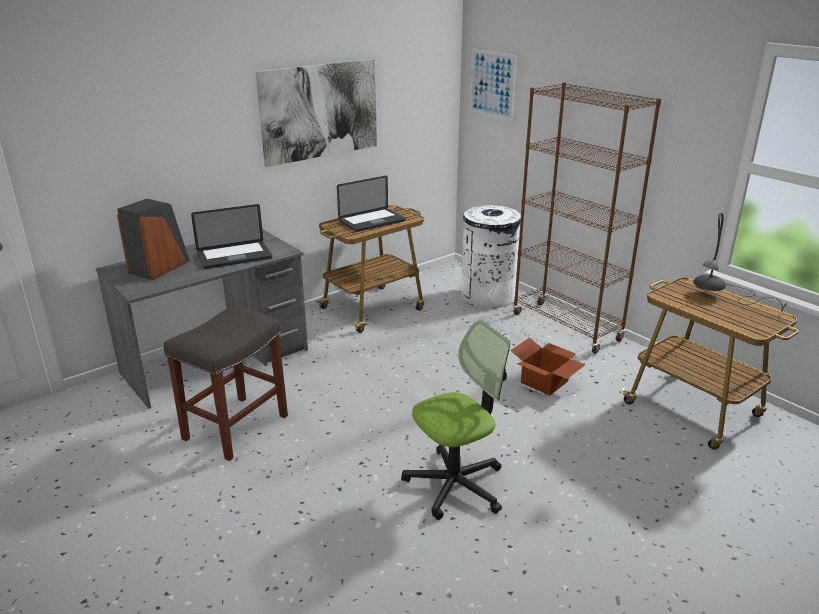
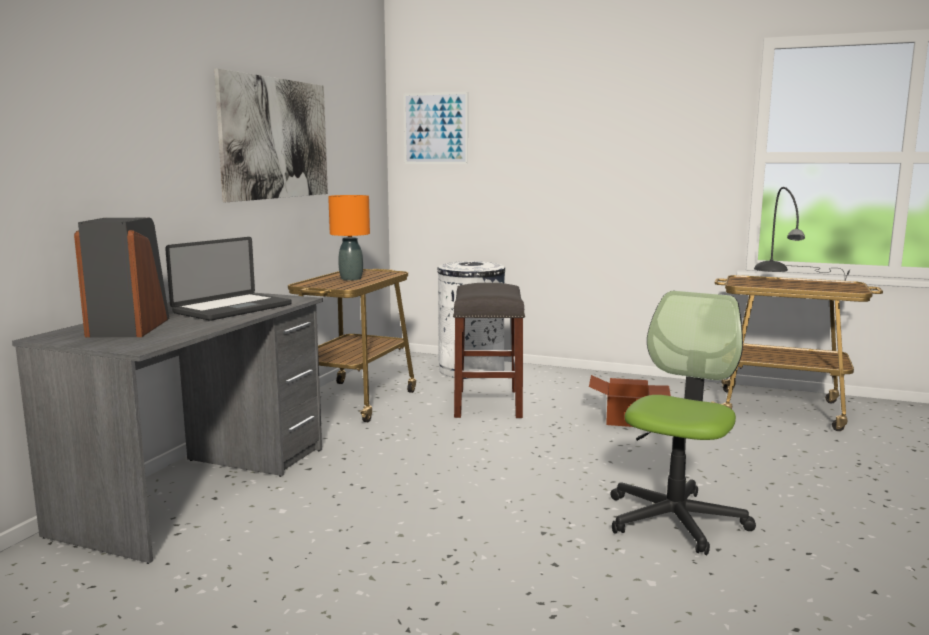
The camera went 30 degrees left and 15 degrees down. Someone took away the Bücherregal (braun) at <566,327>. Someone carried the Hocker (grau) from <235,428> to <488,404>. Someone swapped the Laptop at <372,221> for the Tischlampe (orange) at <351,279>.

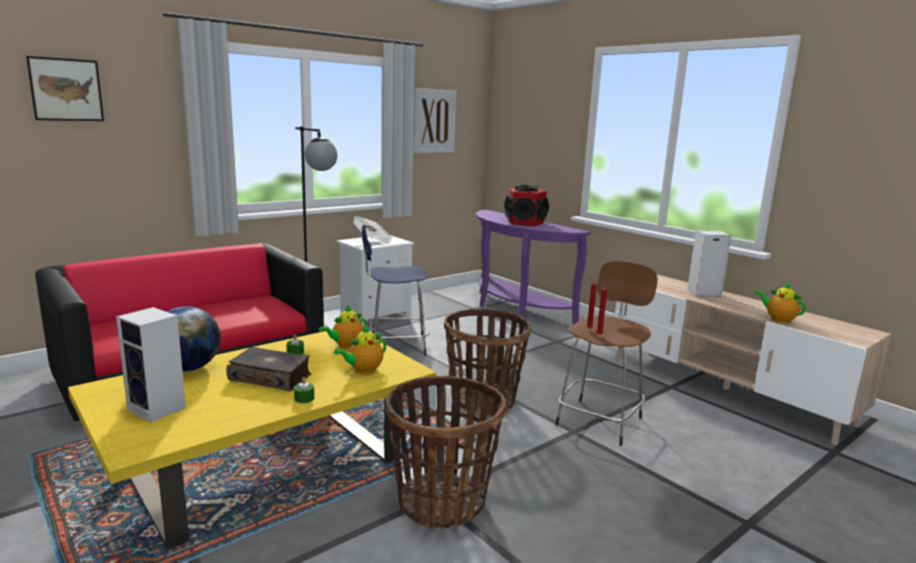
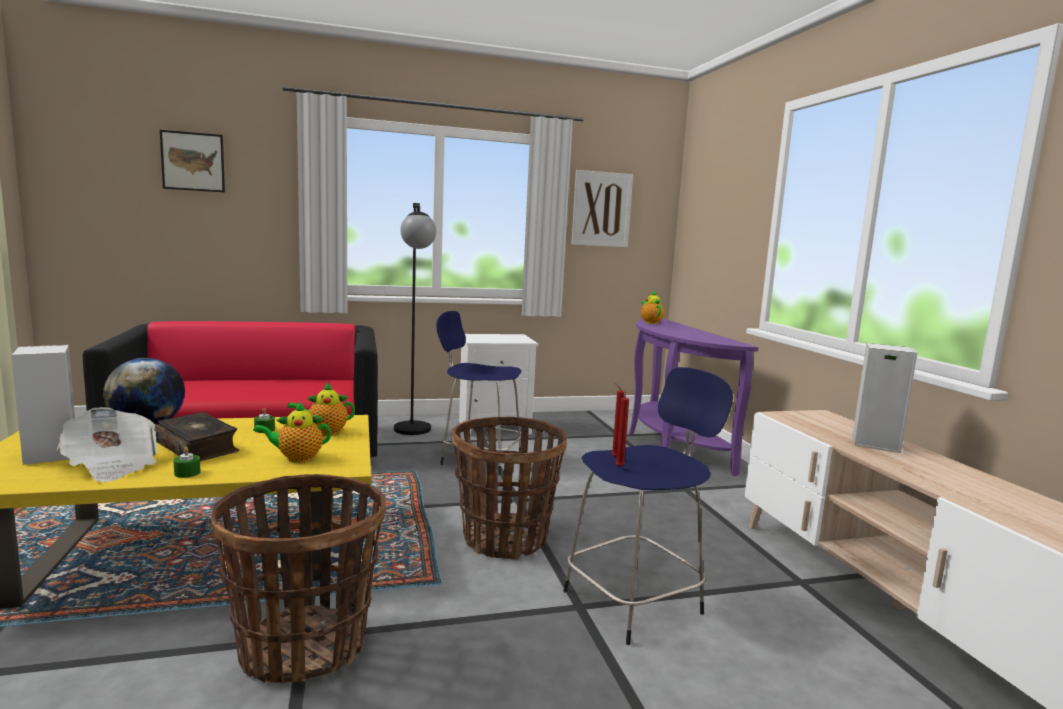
The camera went 25 degrees right and 5 degrees down. Someone took away the Lautsprecher at <525,222>. Someone carried the Zeitung from <373,241> to <111,466>. Someone carried the Teekanne from <778,319> to <650,322>. Someone repainted the Hocker (braun) at <600,420>, which became the Hocker (blau) at <636,601>.

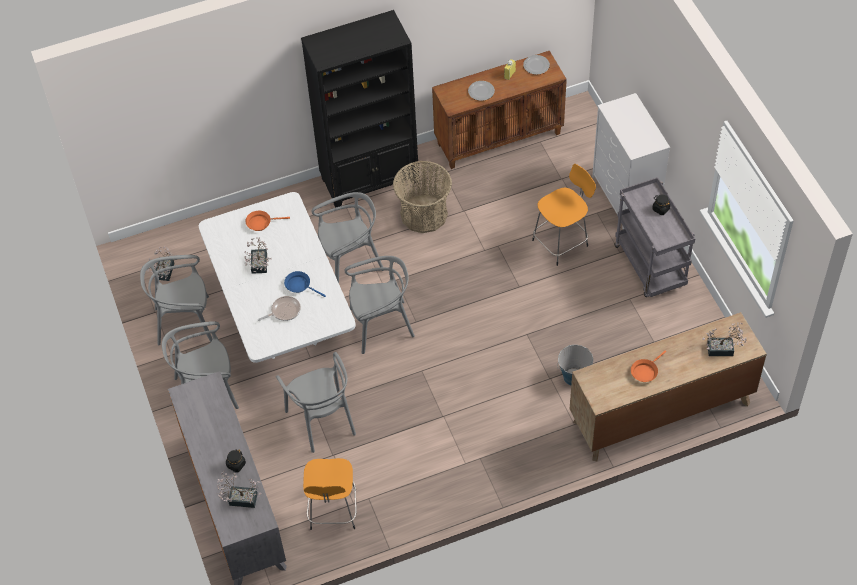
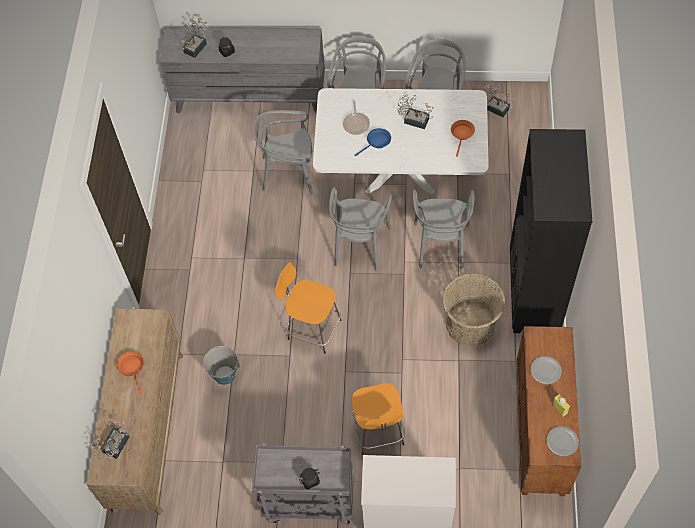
The camera went 115 degrees right and 5 degrees up. Someone carried the Hocker (orange) from <333,511> to <312,328>.

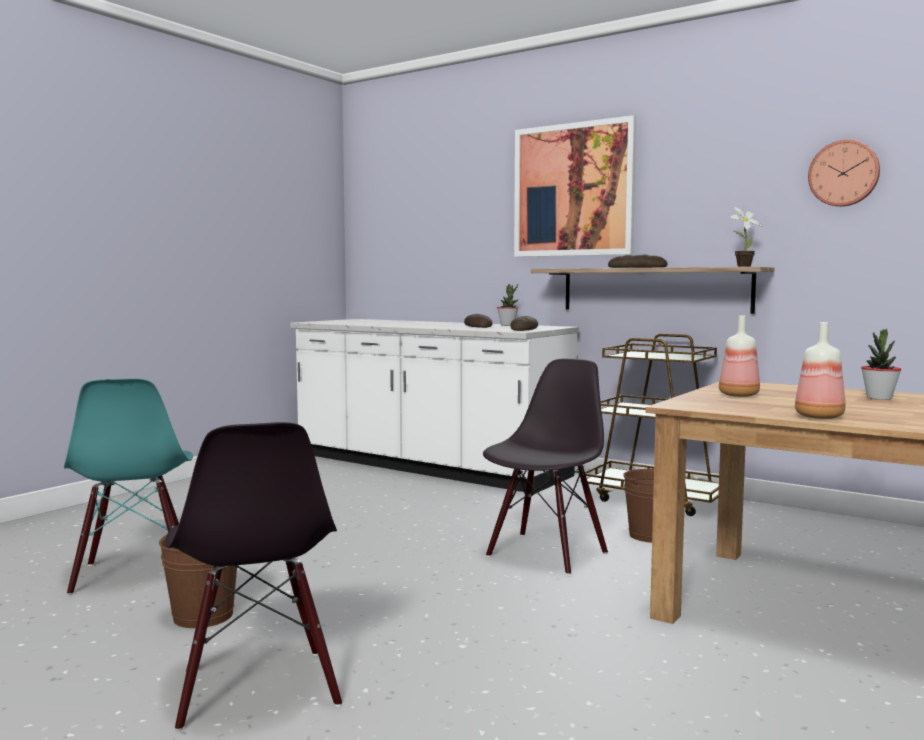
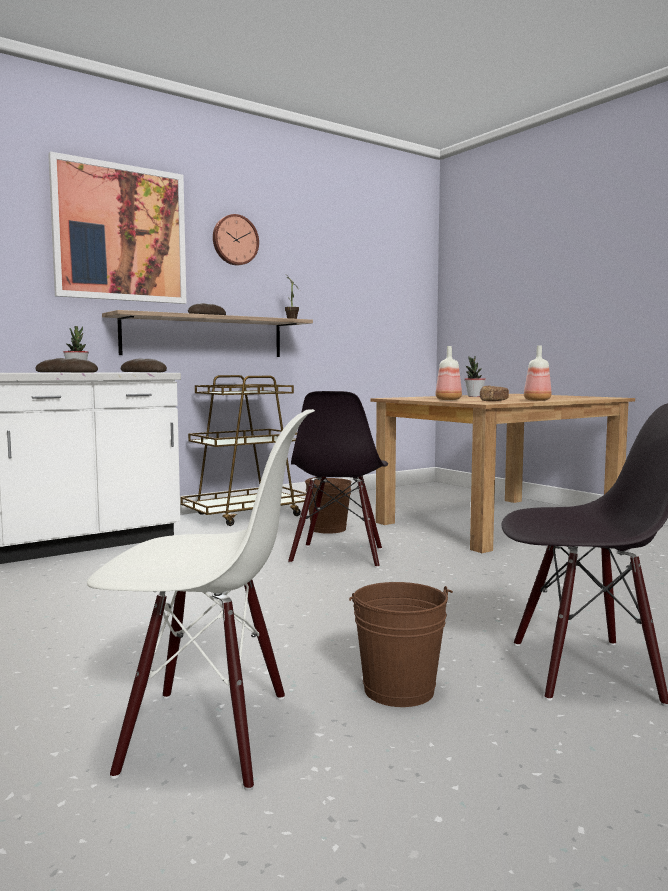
The camera went 70 degrees left and 0 degrees up. Someone put down the Brot at <493,401>. Someone carried the Wanduhr from <844,173> to <234,240>. Someone repainted the Stuhl (türkis) at <134,574>, which became the Stuhl (weiß) at <206,735>. Someone rotated the Stuhl (schwarz) at <545,553> by 135 degrees counterclockwise.

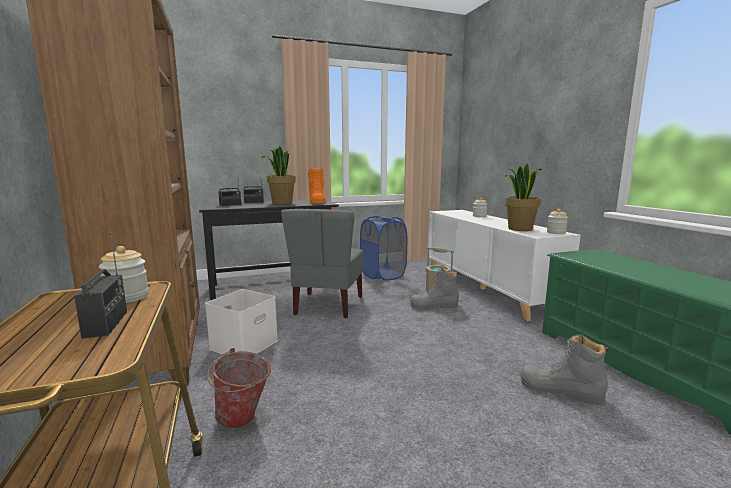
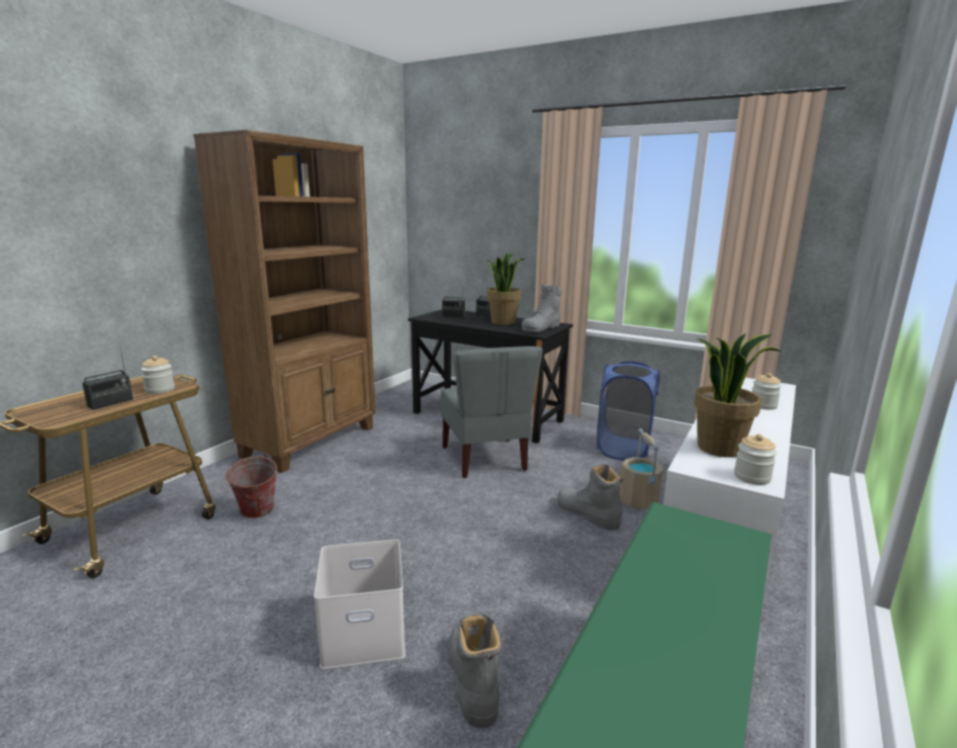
The camera went 50 degrees right and 5 degrees up. Someone carried the Aufbewahrungsbox (weiß) from <244,345> to <362,634>. Someone repainted the Stiefel (orange) at <317,201>, which became the Stiefel (grau) at <541,328>. Someone rotated the Stuhl (grau) at <328,305> by 75 degrees counterclockwise.

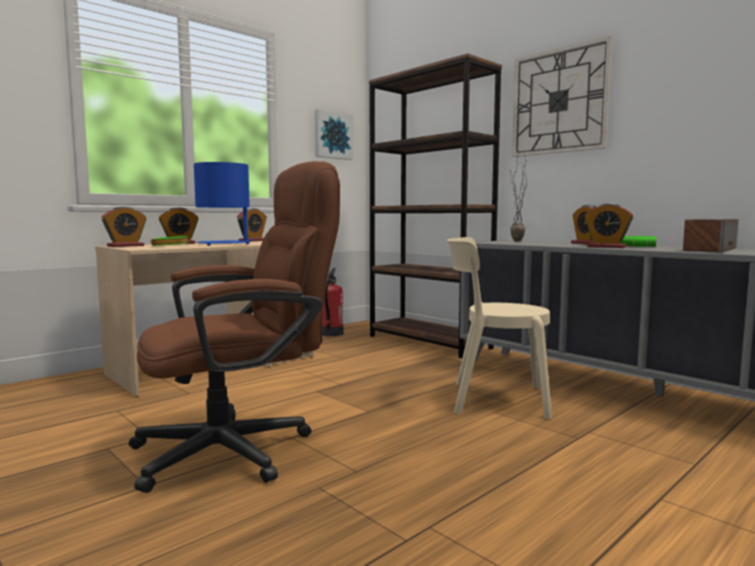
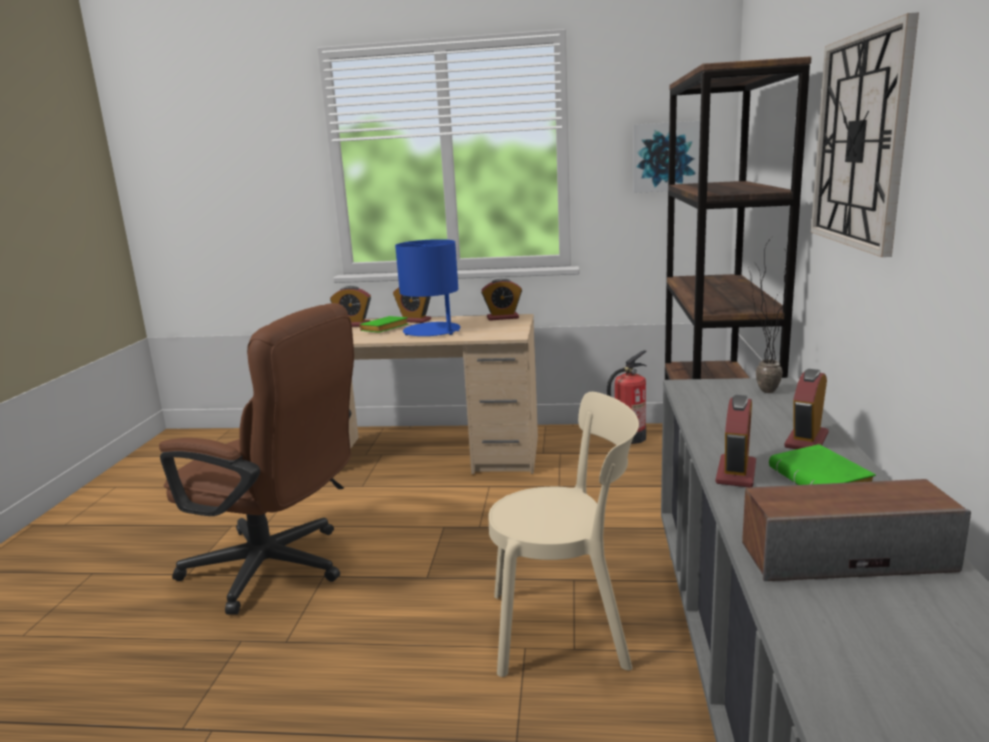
The camera went 50 degrees right and 10 degrees up. Someone rotated the Stuhl (beige) at <493,399> by 120 degrees clockwise. Someone rotated the Wecker at <606,247> by 150 degrees counterclockwise.

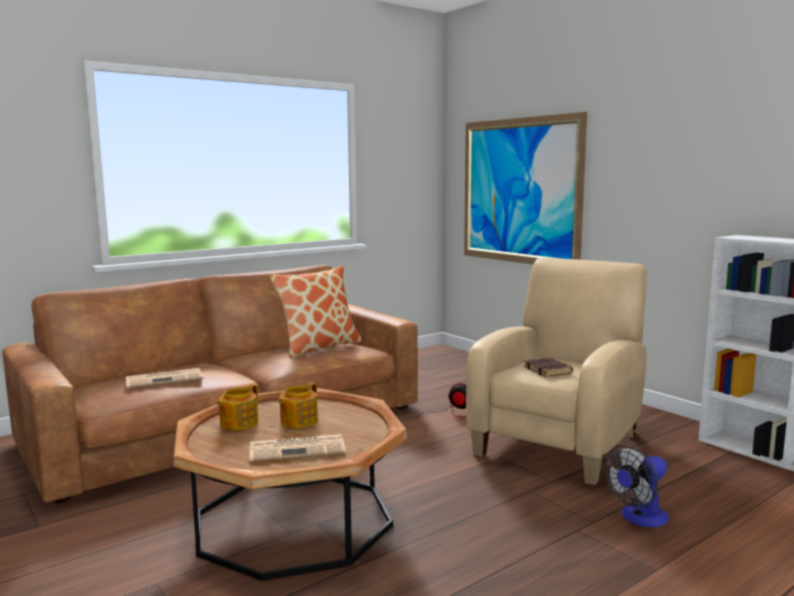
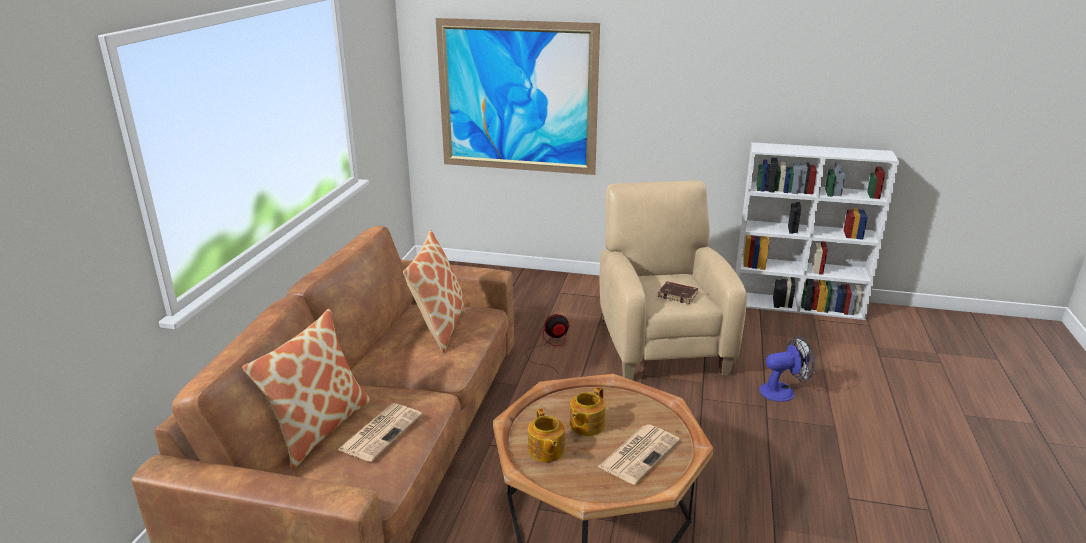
The camera went 40 degrees left and 15 degrees up. Someone put down the Kissen at <318,428>. Someone rotated the Teekanne at <298,421> by 45 degrees clockwise. Someone rotated the Ventilator at <639,518> by 120 degrees counterclockwise.

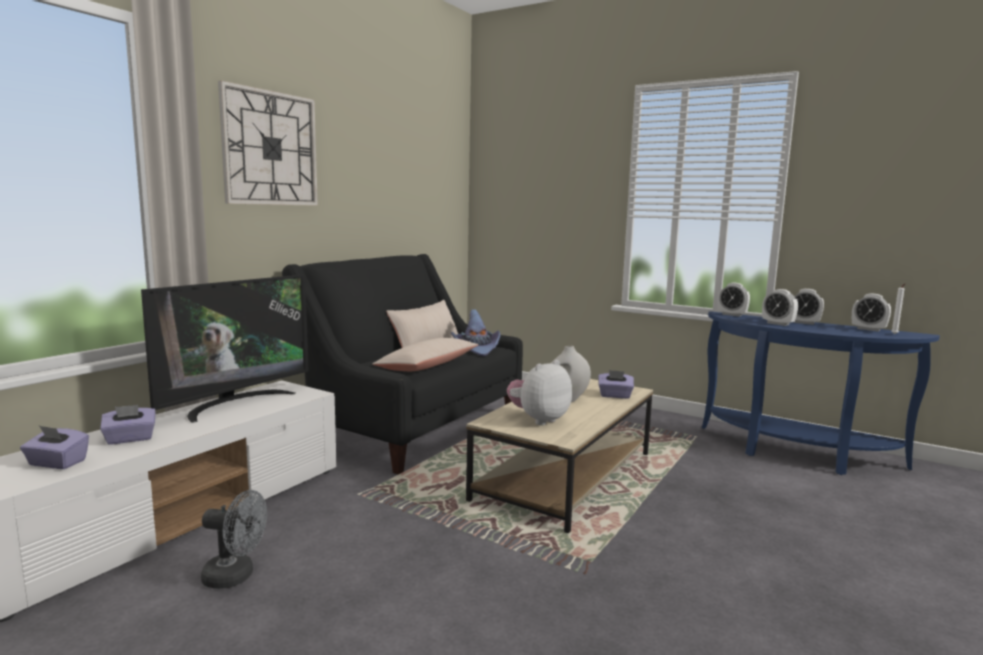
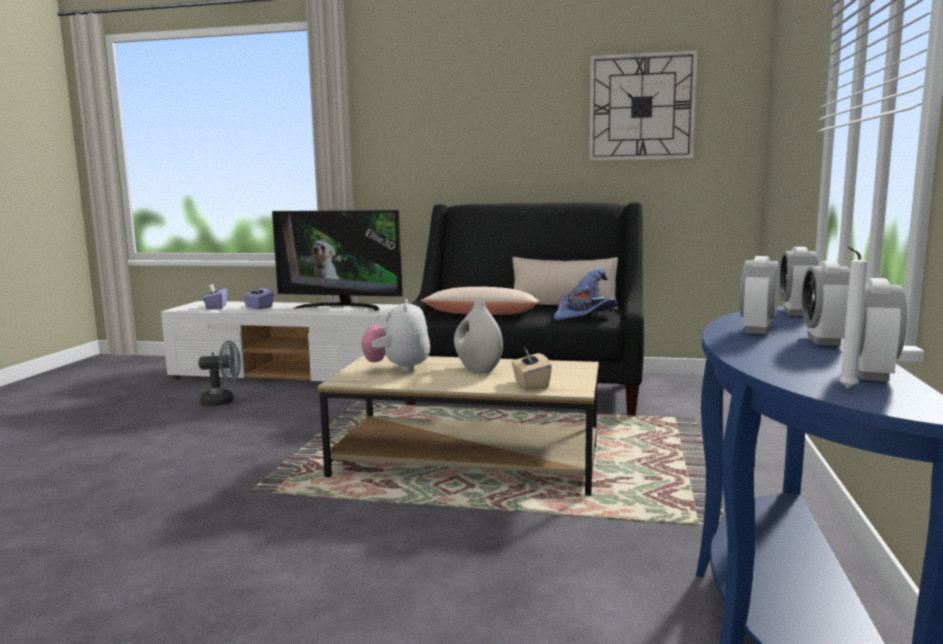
The camera went 70 degrees right and 0 degrees up. Someone carried the Wanduhr from <270,148> to <641,107>. Someone repainted the Taschentuchbox (lila) at <615,395>, which became the Taschentuchbox (beige) at <530,384>. Someone rotated the Ventilator (grau) at <236,576> by 90 degrees counterclockwise. Someone rotated the Plüschtier at <538,420> by 120 degrees counterclockwise.

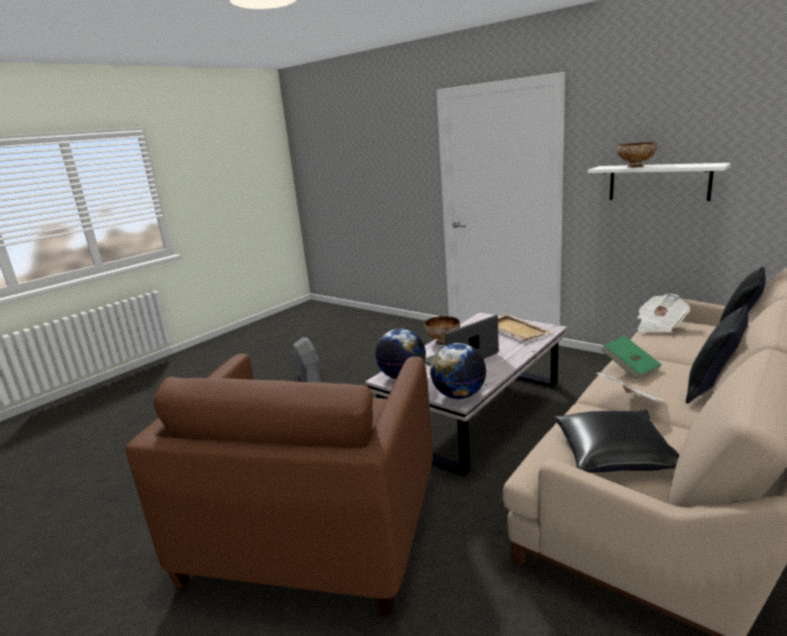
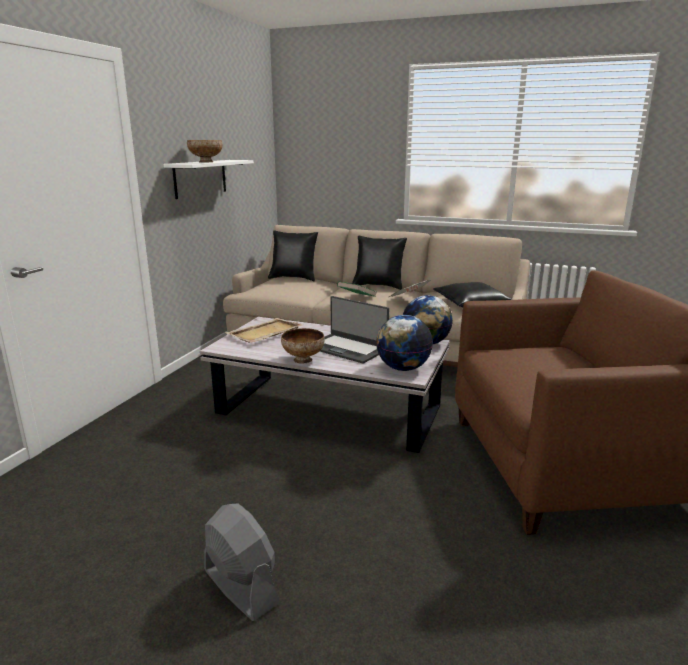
The camera went 110 degrees left and 0 degrees up. Someone took away the Zeitung at <659,326>. Someone rotated the Ventilator (grau) at <309,378> by 90 degrees clockwise.

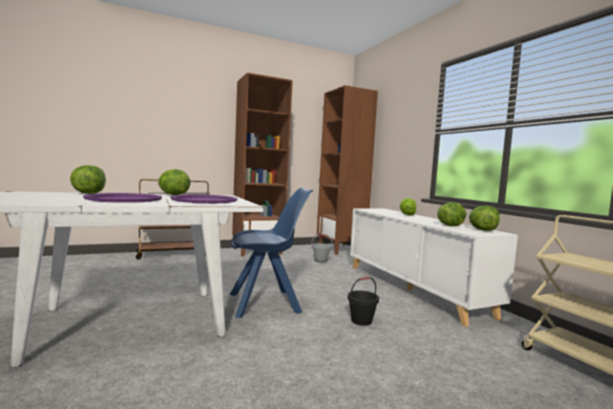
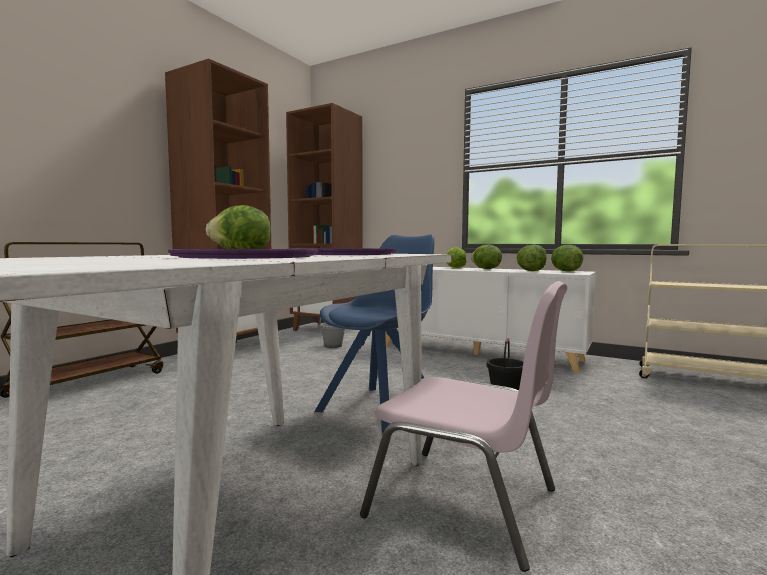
The camera went 35 degrees left and 0 degrees up. Someone put down the Stuhl (rosa) at <466,503>. Someone carried the Salatkopf from <88,193> to <485,269>.

